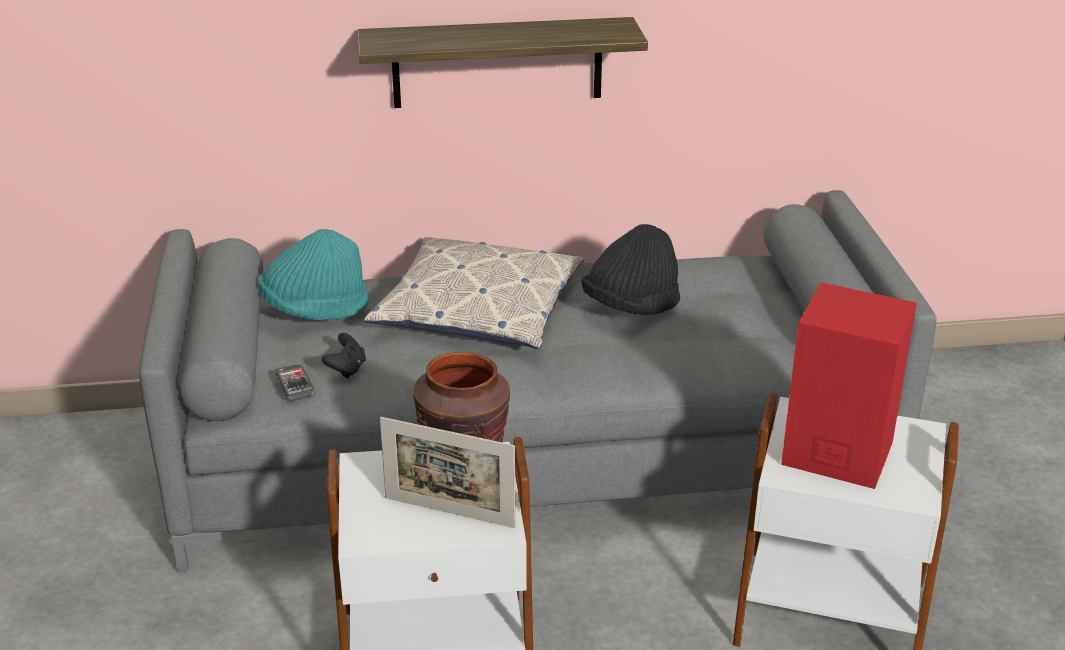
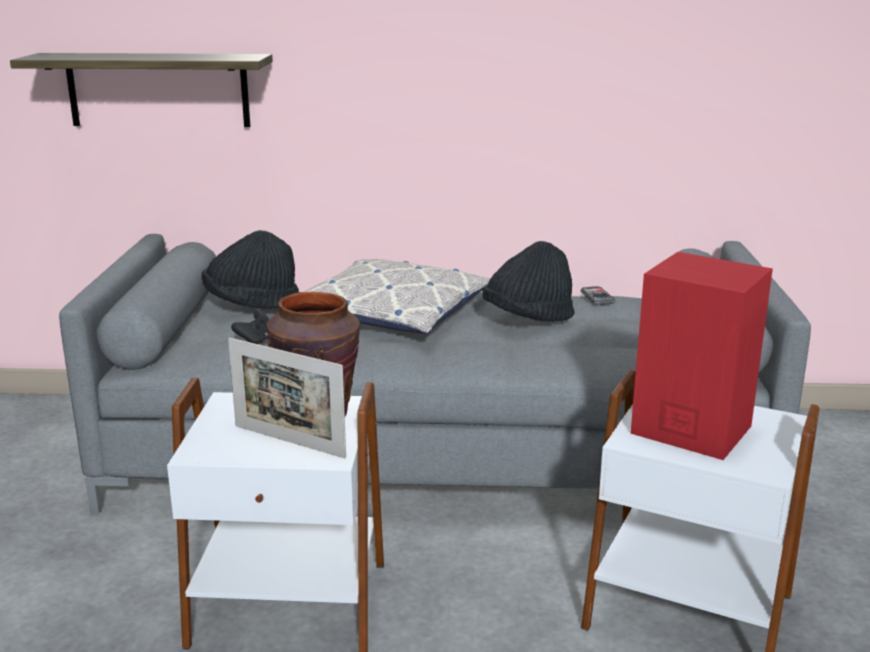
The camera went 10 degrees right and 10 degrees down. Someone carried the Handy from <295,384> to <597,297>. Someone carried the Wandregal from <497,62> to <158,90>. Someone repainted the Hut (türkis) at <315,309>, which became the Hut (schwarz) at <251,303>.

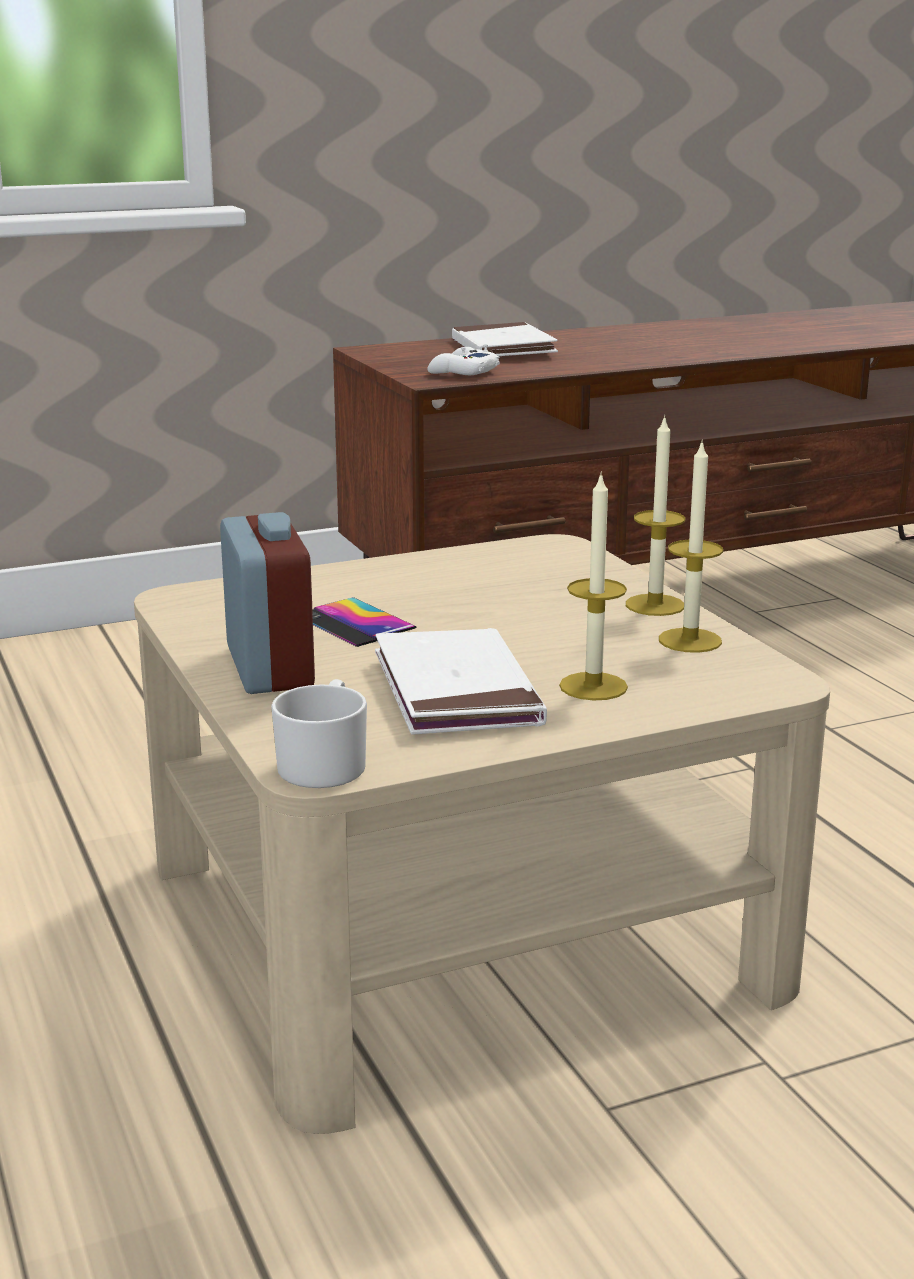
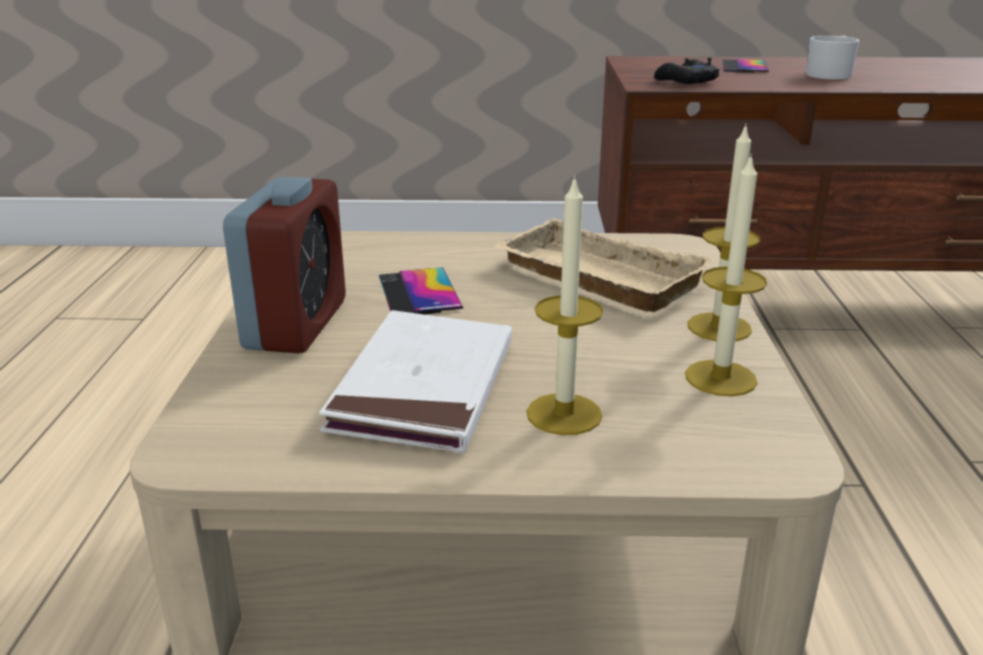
The camera went 25 degrees right and 5 degrees up. Someone put down the Tablett (beige) at <593,278>. Someone carried the Henkelbecher (weiß) from <325,763> to <830,74>. Someone swapped the Buch (weiß) at <503,348> for the Handy at <744,66>. Someone repainted the Gamepad (weiß) at <462,372>, which became the Gamepad (schwarz) at <685,81>.

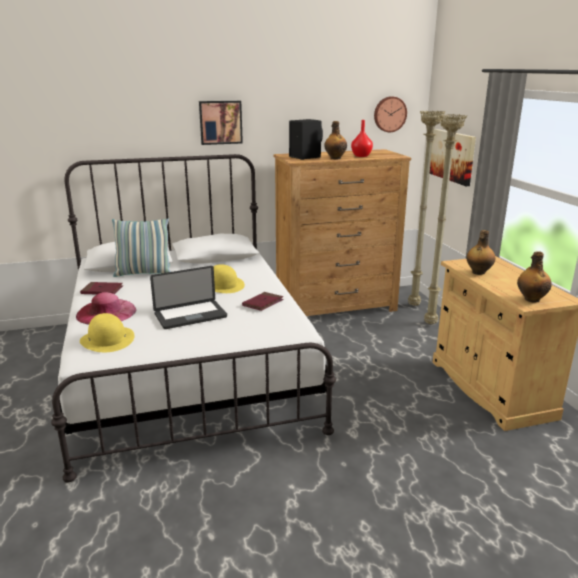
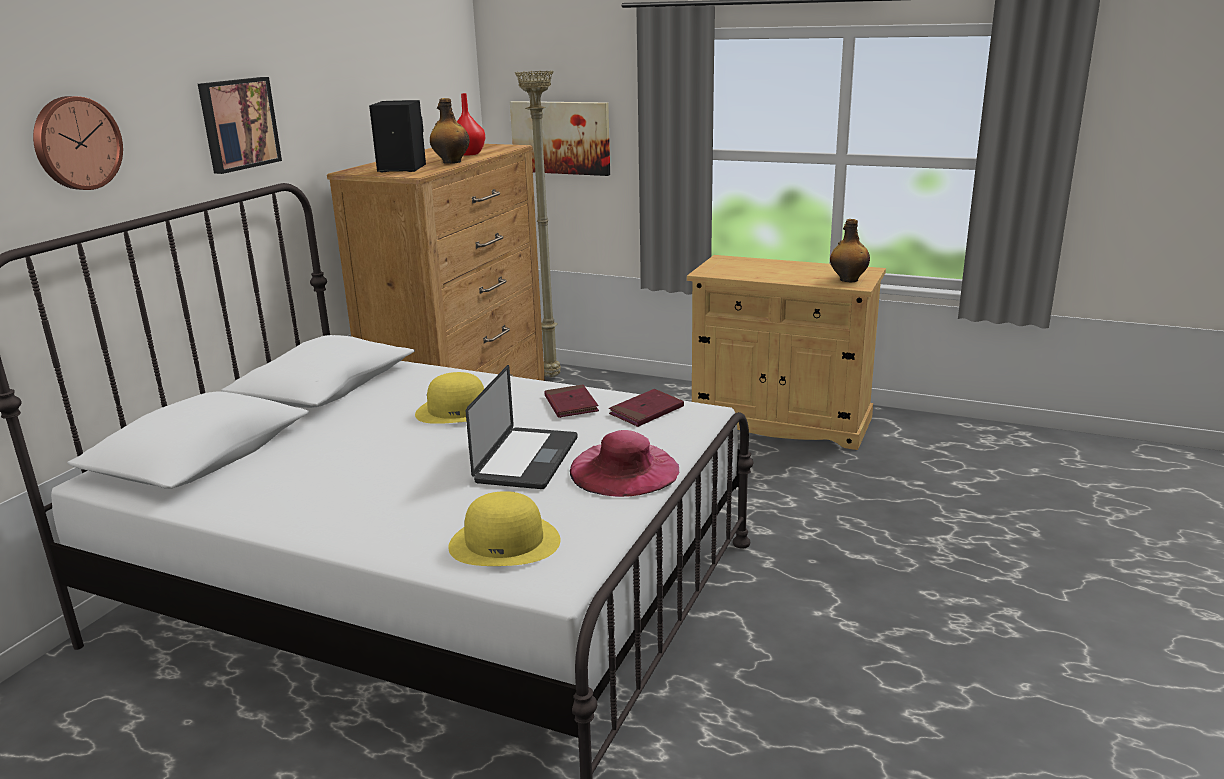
The camera went 50 degrees left and 0 degrees up. Someone took away the Kissen at <143,273>. Someone took away the Stehlampe (beige) at <431,324>. Someone took away the Flasche at <478,272>. Someone carried the Hut (rosa) from <106,312> to <624,469>. Someone carried the Buch (rot) from <102,290> to <646,411>. Someone carried the Wanduhr from <389,114> to <75,143>.

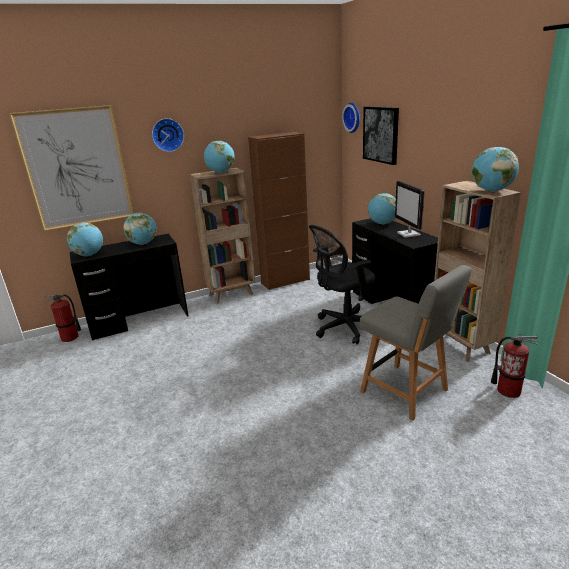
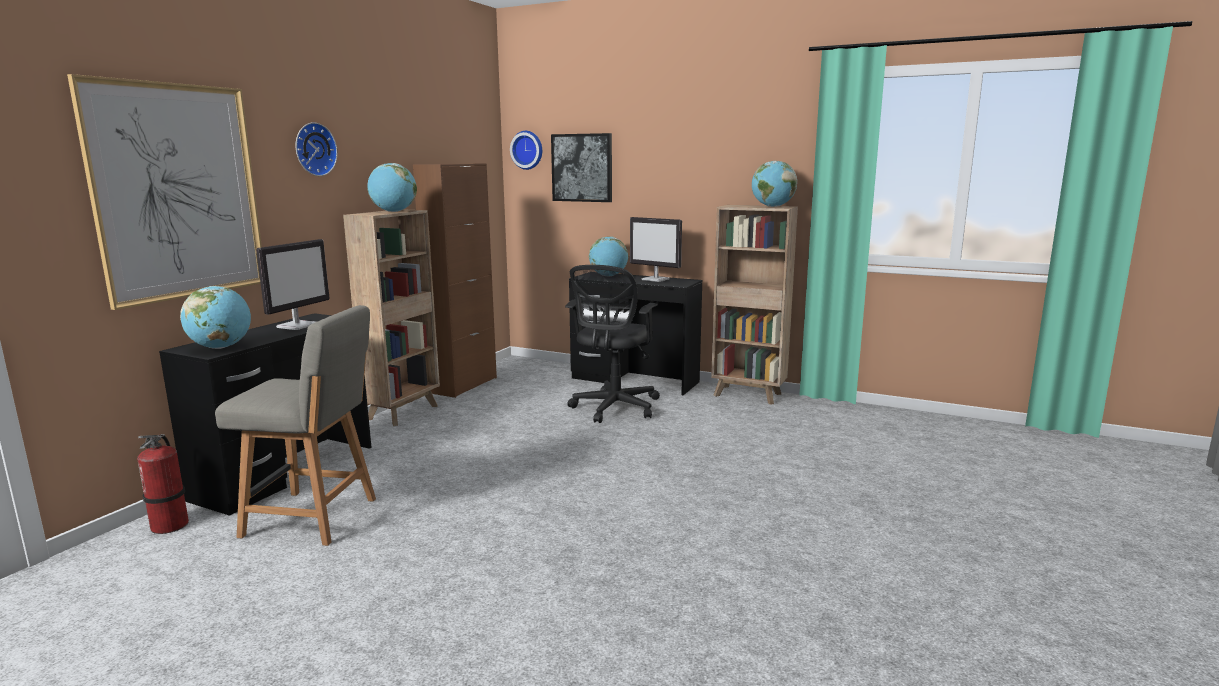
The camera went 40 degrees left and 10 degrees down. Someone took away the Feuerlöscher at <508,390>. Someone carried the Stuhl (grau) from <406,392> to <314,518>. Someone swapped the Globus at <143,243> for the Monitor at <297,326>.

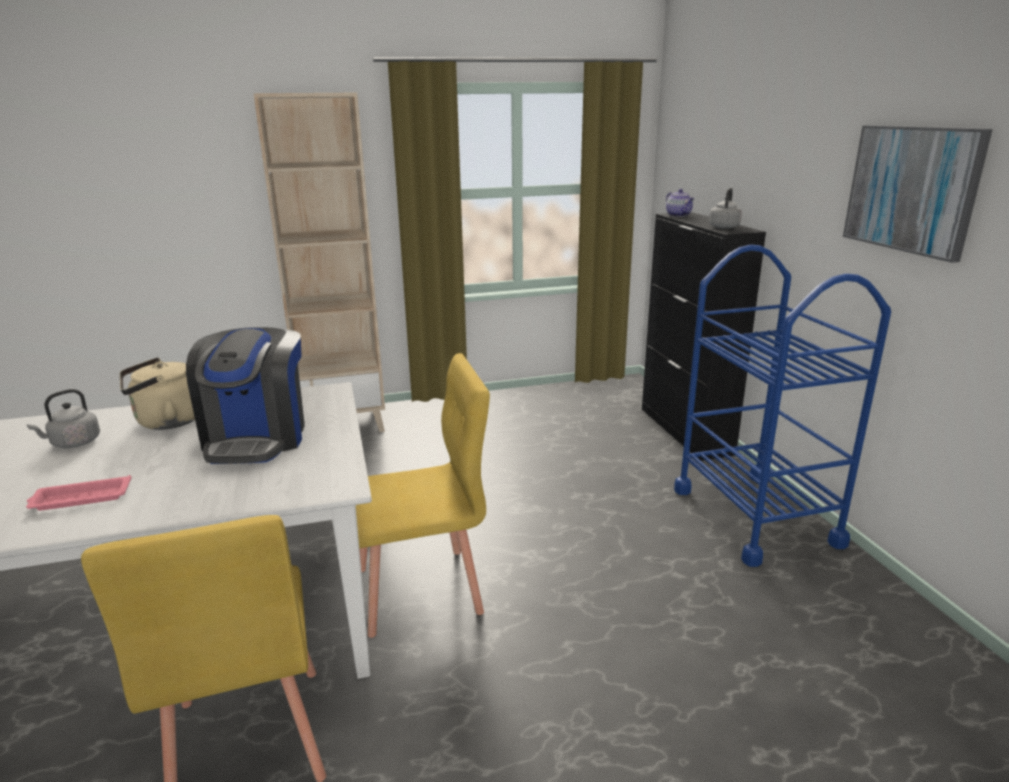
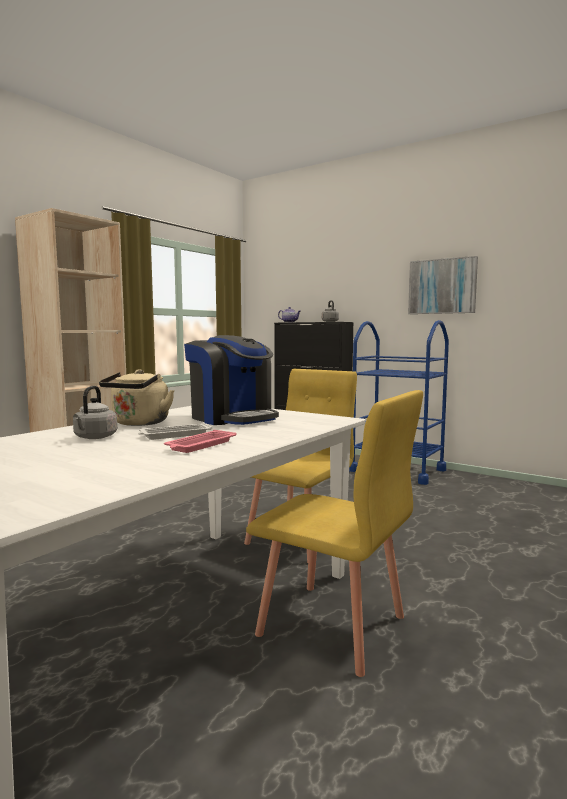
The camera went 40 degrees left and 15 degrees down. Someone put down the Tablett (weiß) at <174,435>.

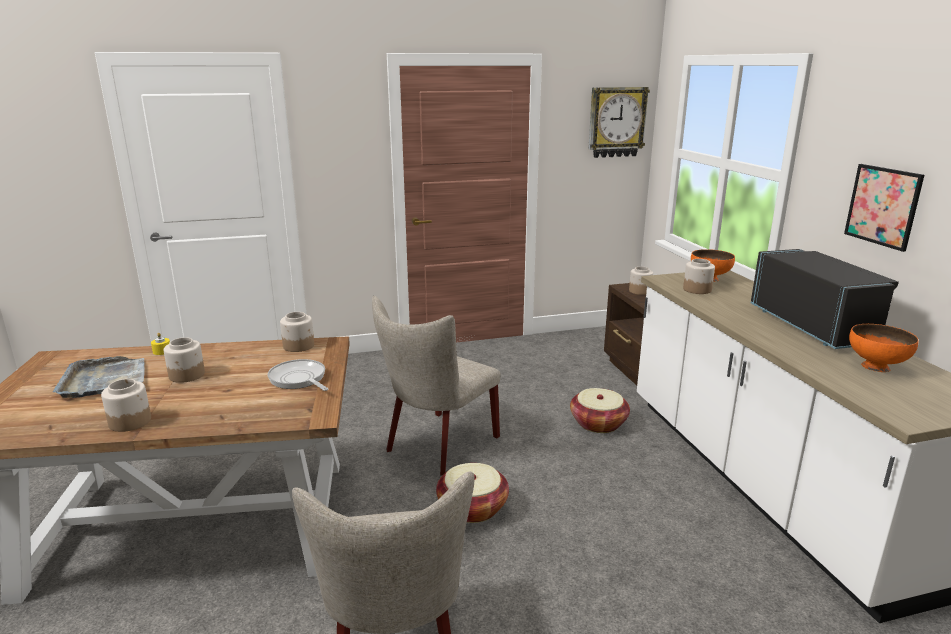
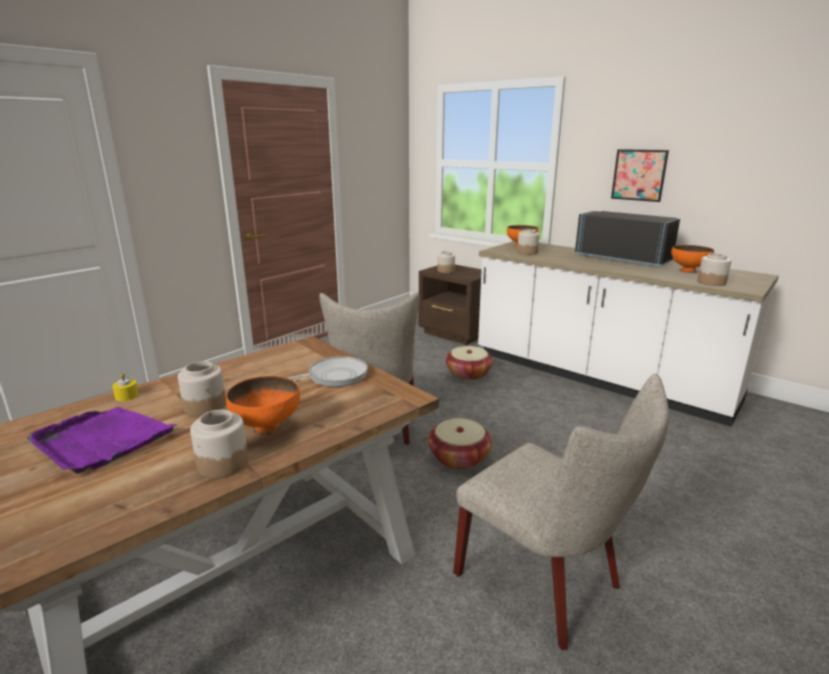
The camera went 35 degrees left and 0 degrees up. Someone took away the Wanduhr at <616,122>. Someone put down the Schüssel (orange) at <266,428>. Someone carried the Vorratsglas from <299,346> to <711,282>. Someone repainted the Tablett (grau) at <104,380>, which became the Tablett (lila) at <103,441>. Someone rotated the Pfanne at <299,379> by 135 degrees clockwise.

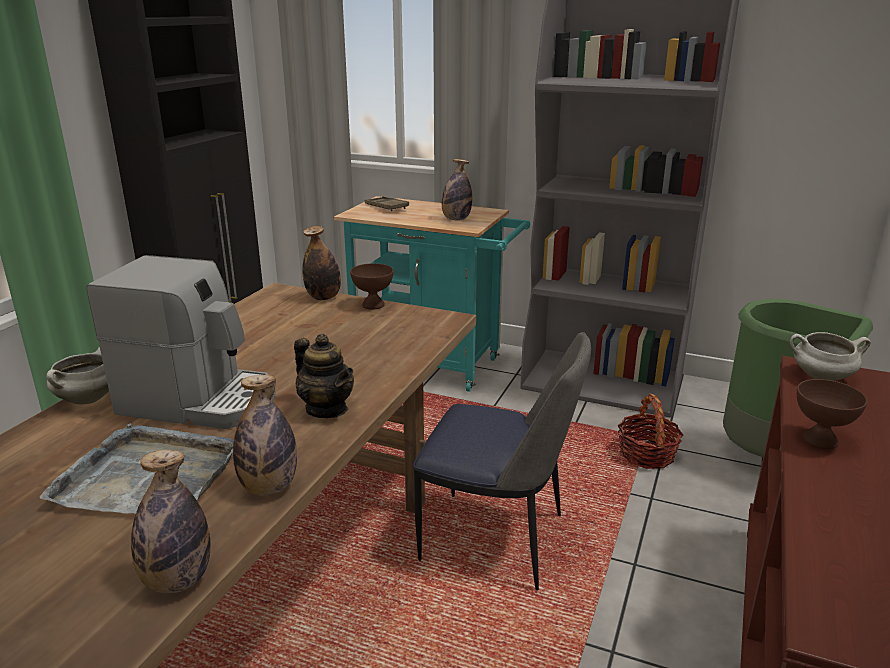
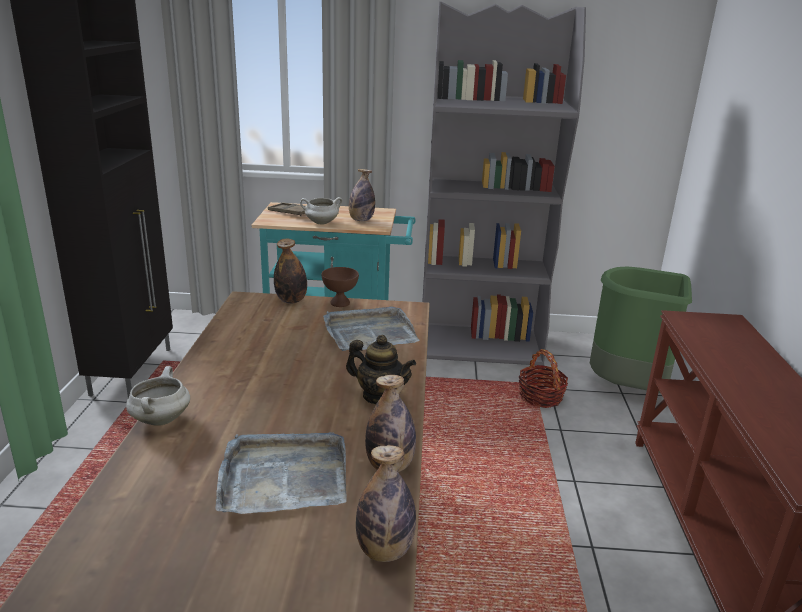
The camera went 20 degrees left and 0 degrees up. Someone took away the Kaffeemaschine at <200,401>. Someone took away the Stuhl at <497,540>. Someone took away the Schüssel (braun) at <818,440>. Someone put down the Tablett (grau) at <369,333>. Someone carried the Kochtopf (weiß) from <821,378> to <321,223>.

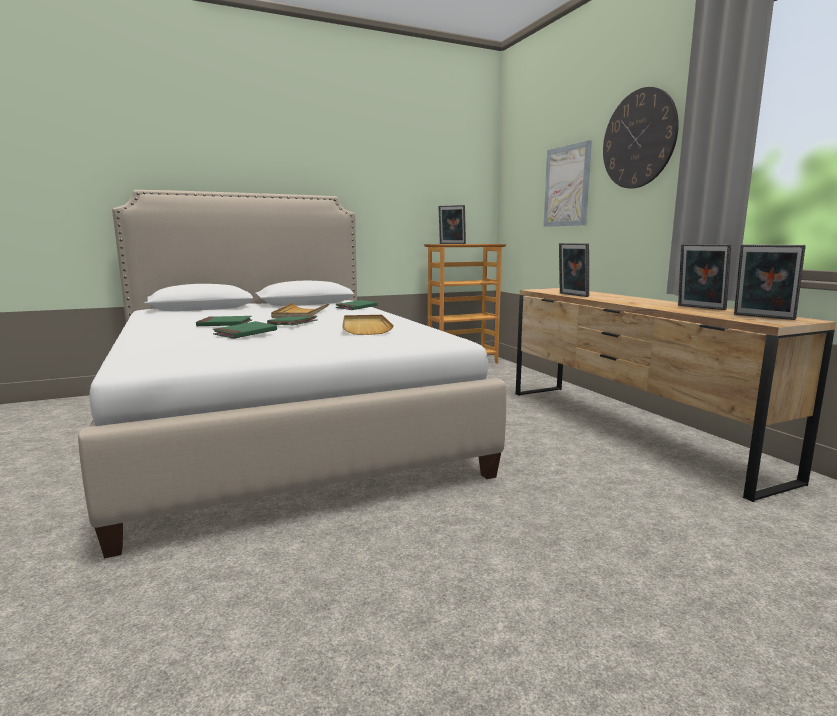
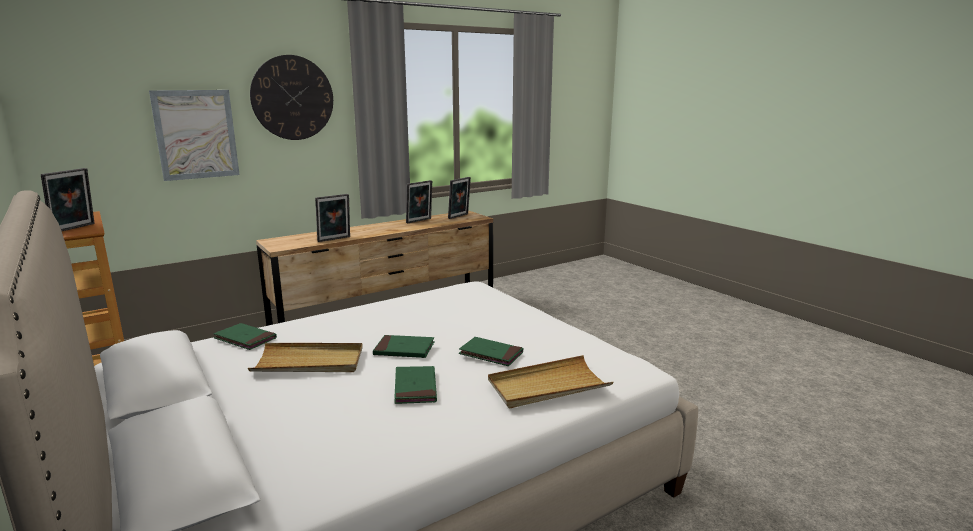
The camera went 100 degrees left and 5 degrees up. Someone carried the Tablett (beige) from <365,327> to <548,386>.

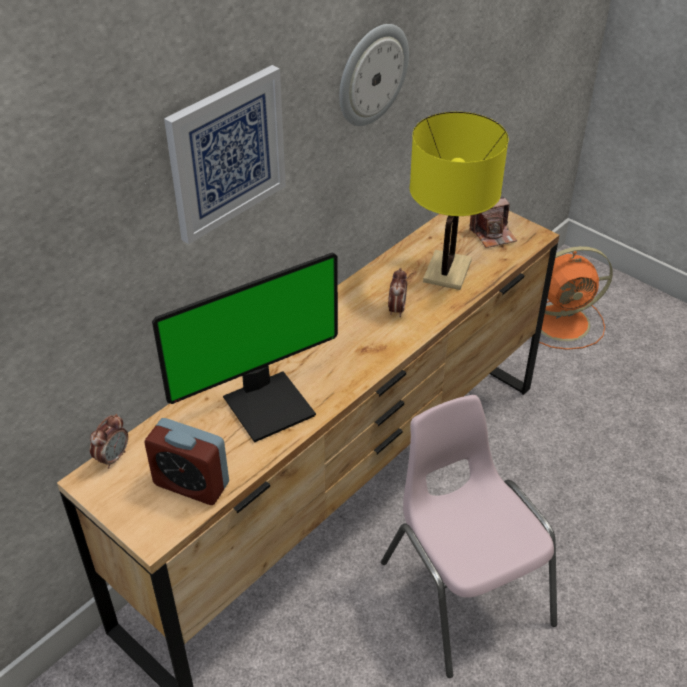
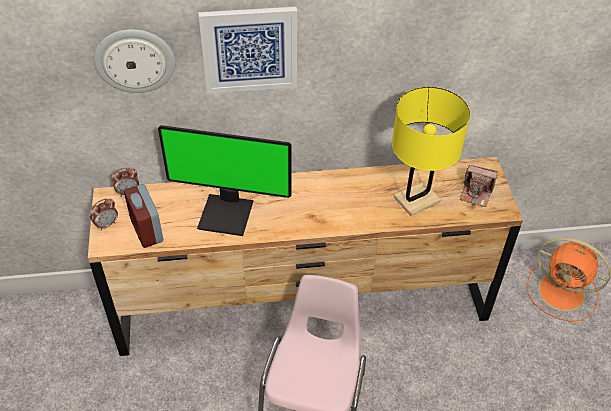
The camera went 40 degrees right and 5 degrees up. Someone carried the Wanduhr from <371,74> to <135,60>. Someone carried the Wecker from <396,309> to <106,224>.

